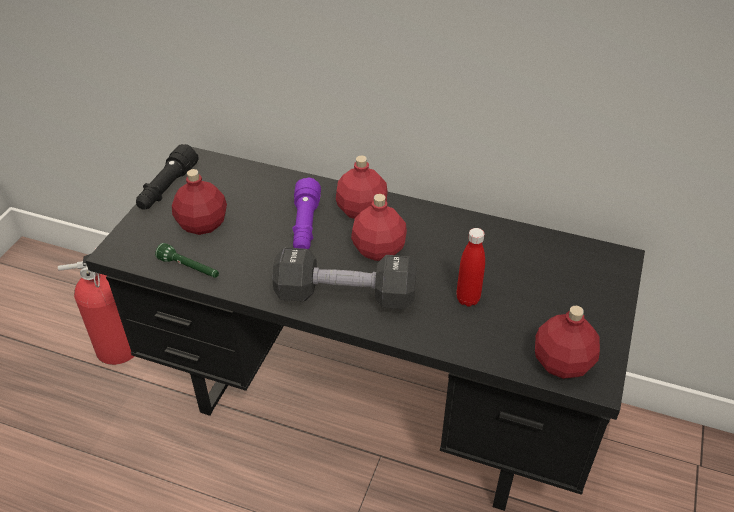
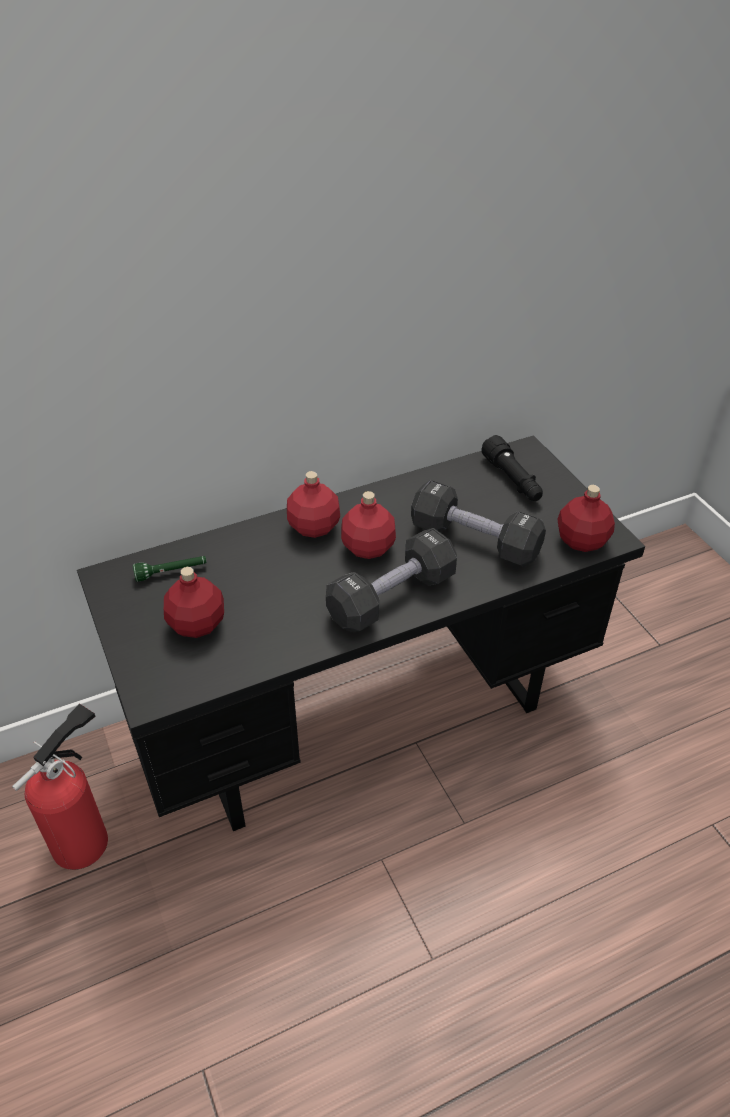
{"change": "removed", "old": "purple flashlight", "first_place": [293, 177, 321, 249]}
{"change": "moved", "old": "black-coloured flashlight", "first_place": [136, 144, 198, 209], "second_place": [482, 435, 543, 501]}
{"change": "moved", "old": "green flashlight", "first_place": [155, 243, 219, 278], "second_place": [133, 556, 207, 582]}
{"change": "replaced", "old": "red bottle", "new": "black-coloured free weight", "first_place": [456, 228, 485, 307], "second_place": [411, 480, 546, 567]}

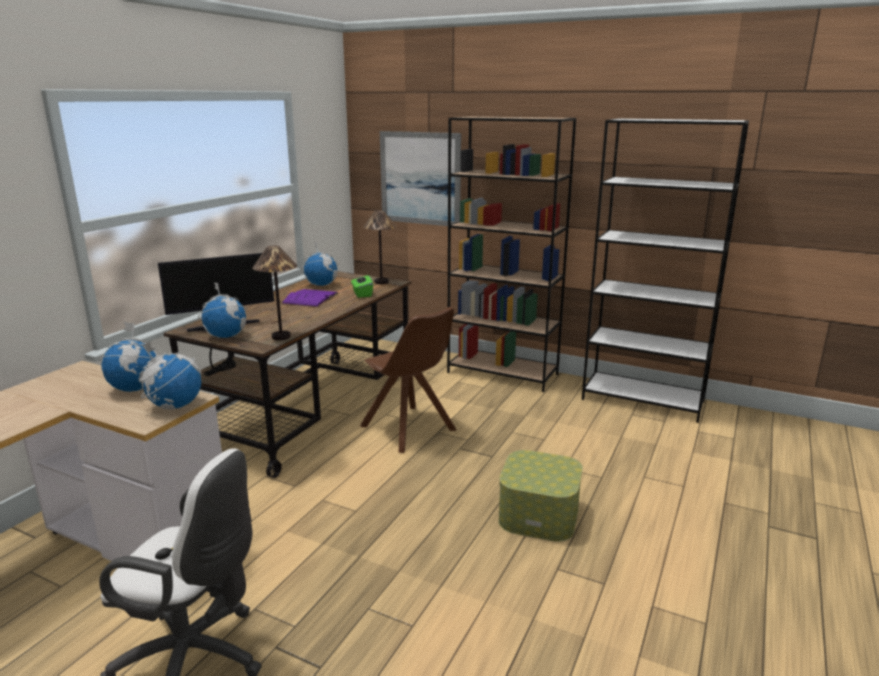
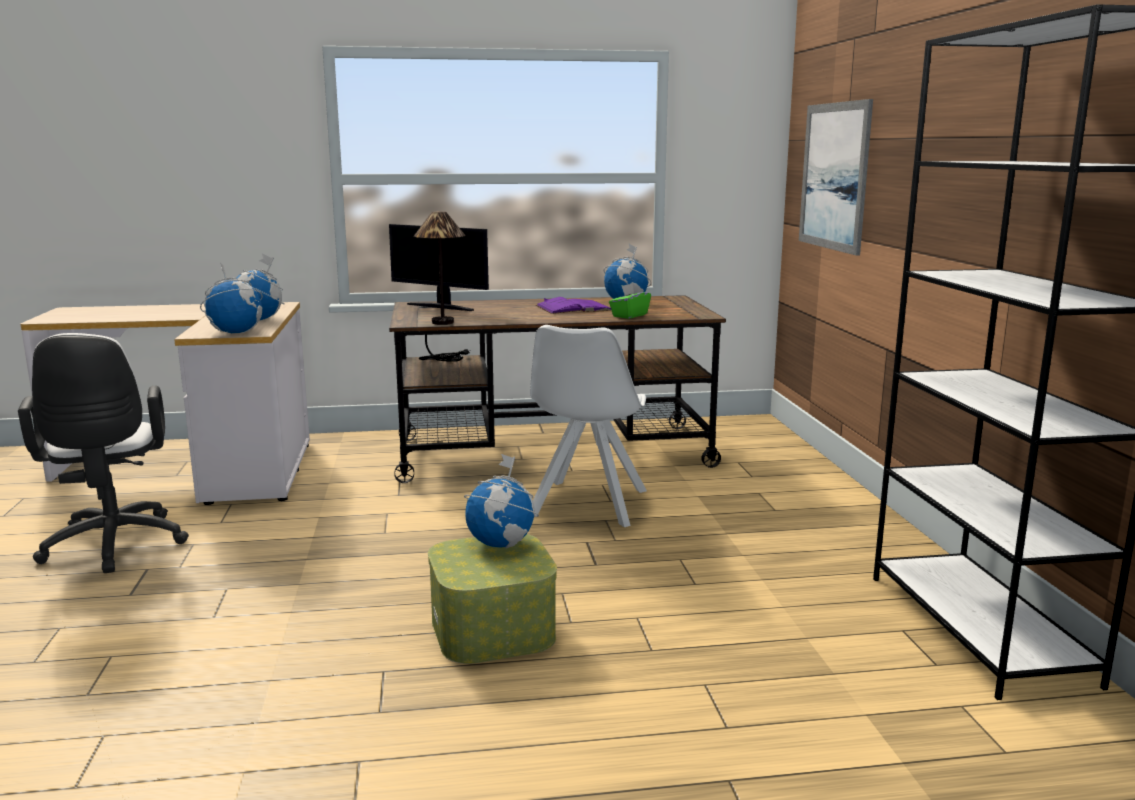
{"change": "removed", "old": "lamp for a table", "first_place": [363, 211, 396, 284]}
{"change": "removed", "old": "sand-coloured shelving unit", "first_place": [447, 116, 576, 392]}
{"change": "moved", "old": "globe", "first_place": [198, 282, 247, 338], "second_place": [464, 454, 539, 548]}
{"change": "recoloured", "old": "brown-coloured chair", "new": "white chair", "first_place": [360, 307, 456, 453], "second_place": [530, 325, 647, 527]}

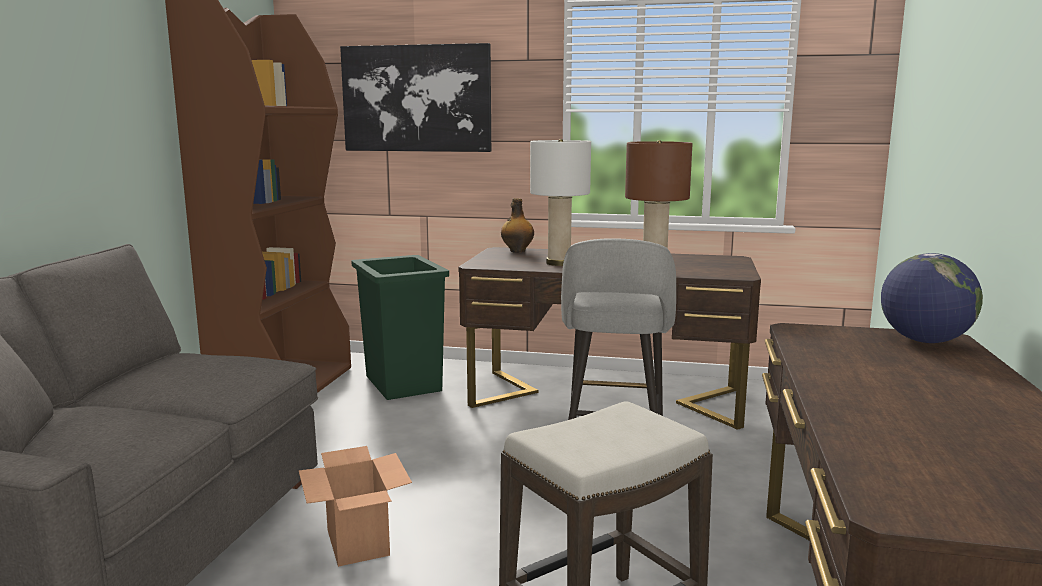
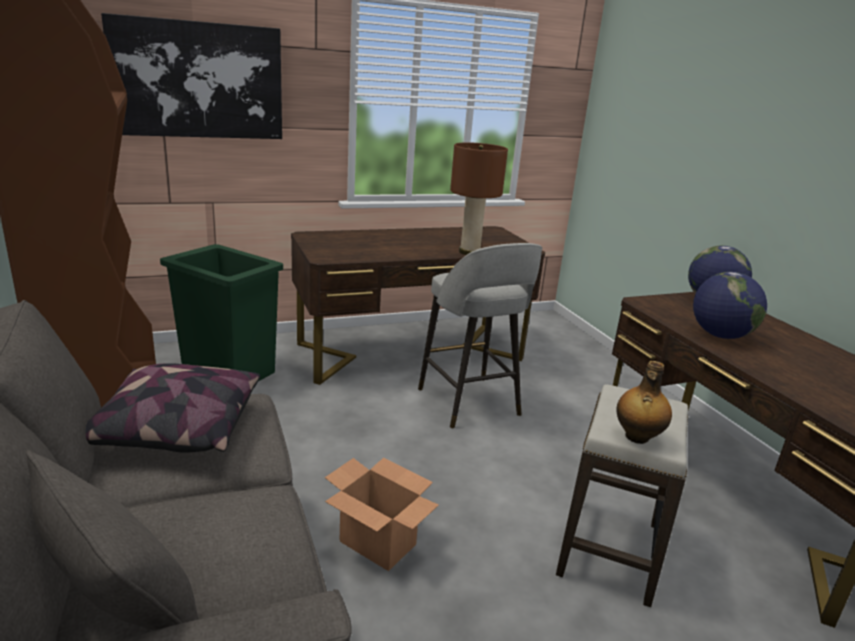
{"change": "removed", "old": "white lamp for a table", "first_place": [530, 139, 591, 266]}
{"change": "added", "new": "cushion", "second_place": [85, 363, 260, 453]}
{"change": "added", "new": "globe", "second_place": [693, 272, 767, 339]}
{"change": "moved", "old": "bottle", "first_place": [501, 198, 534, 253], "second_place": [616, 361, 672, 444]}

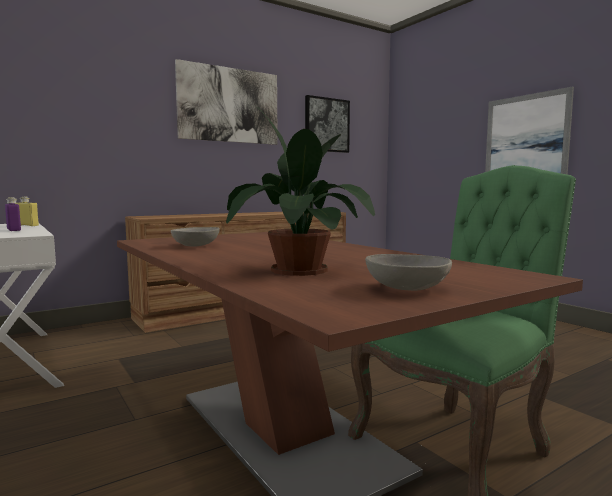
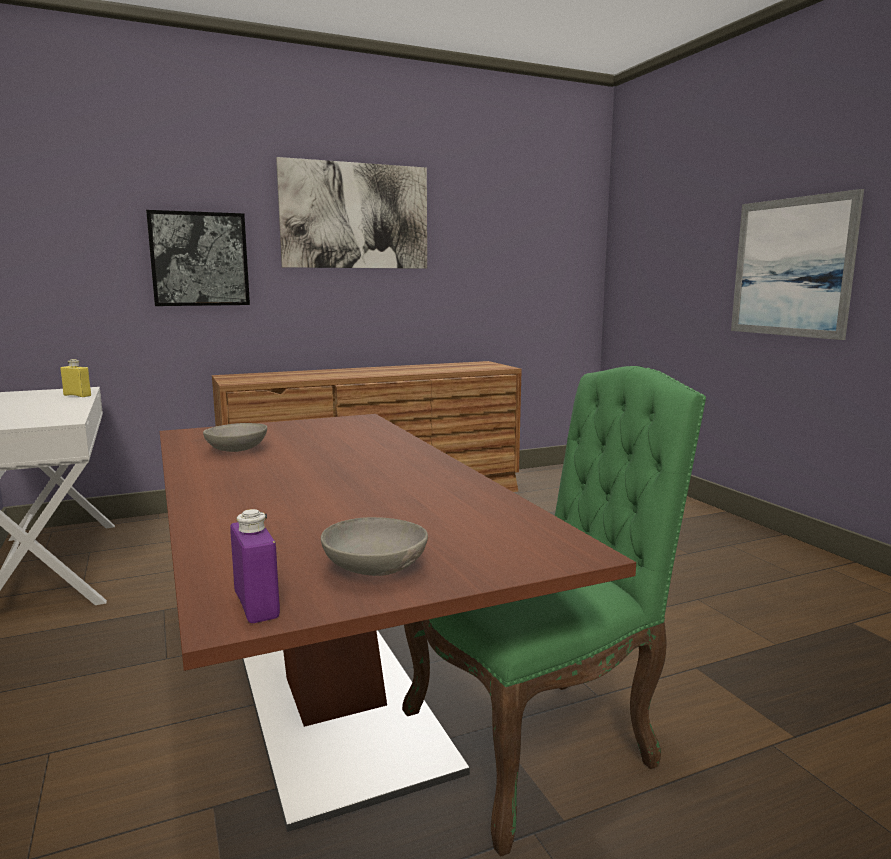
{"change": "removed", "old": "houseplant", "first_place": [226, 106, 375, 276]}
{"change": "moved", "old": "purple bottle", "first_place": [5, 197, 21, 231], "second_place": [230, 509, 280, 623]}
{"change": "moved", "old": "wall picture", "first_place": [305, 95, 350, 153], "second_place": [146, 210, 250, 306]}

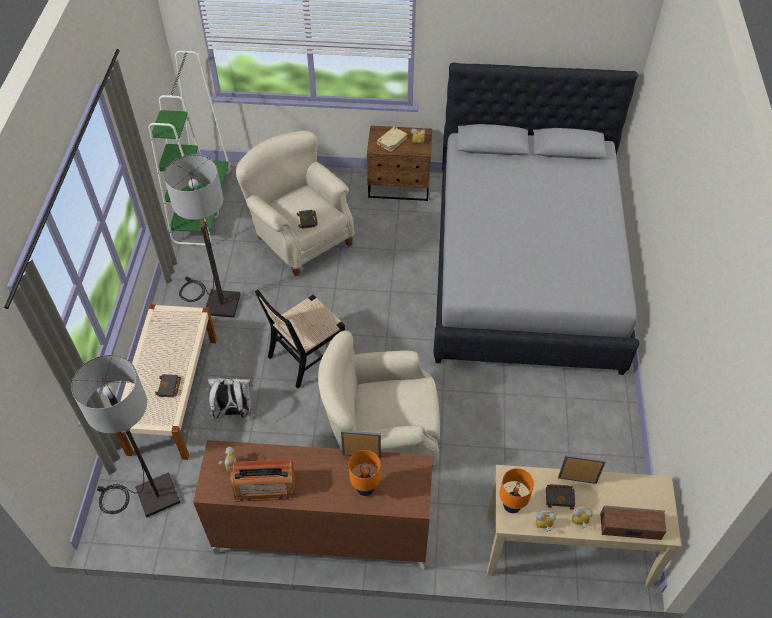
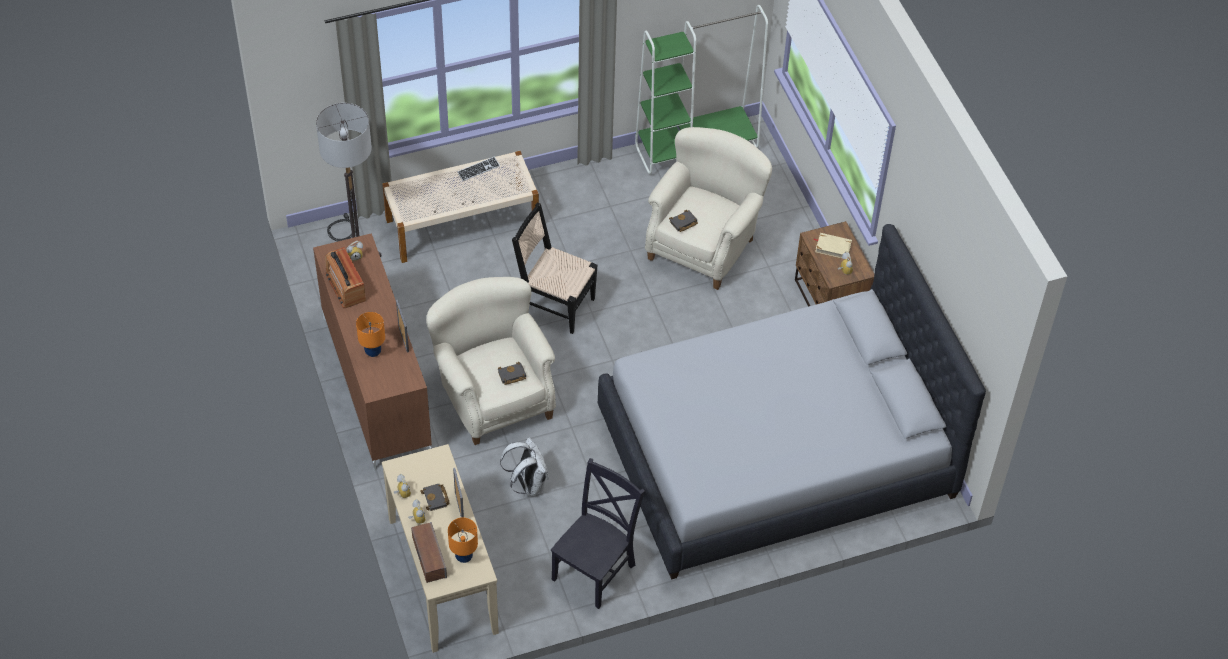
{"change": "removed", "old": "standard lamp", "first_place": [164, 155, 240, 318]}
{"change": "added", "new": "computer keyboard", "second_place": [457, 157, 500, 181]}
{"change": "added", "new": "black-coloured chair", "second_place": [551, 458, 645, 609]}
{"change": "moved", "old": "black-coloured bound book", "first_place": [155, 374, 181, 397], "second_place": [498, 362, 526, 385]}
{"change": "moved", "old": "white knapsack", "first_place": [208, 378, 253, 419], "second_place": [500, 437, 548, 496]}
{"change": "moved", "old": "orange lamp for a table", "first_place": [500, 468, 534, 513], "second_place": [448, 518, 478, 563]}

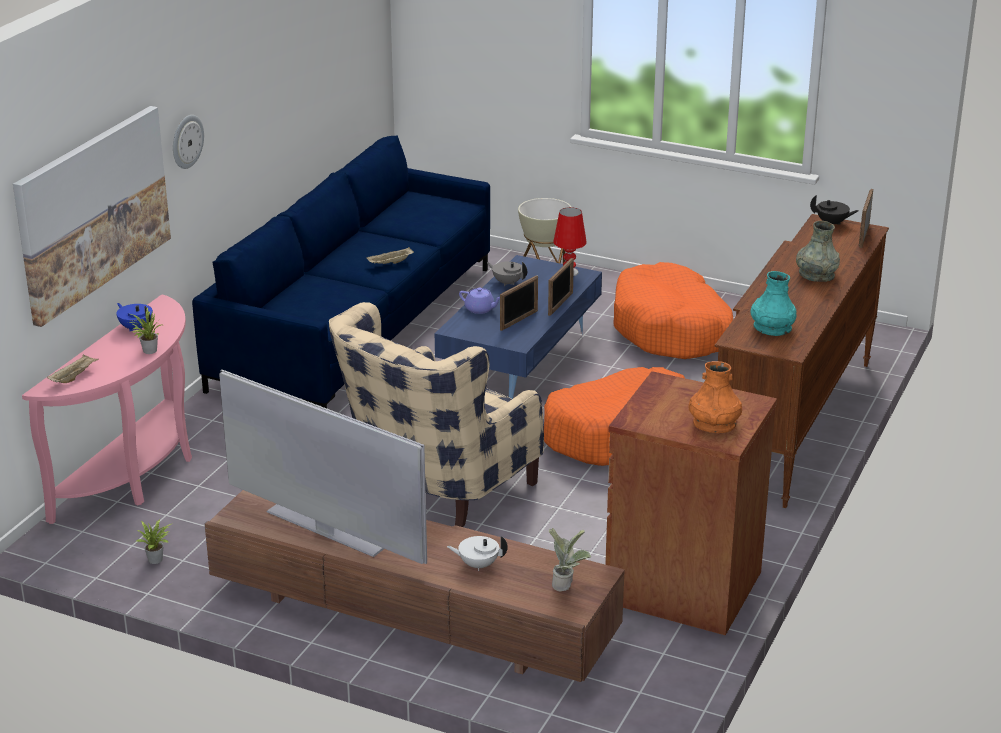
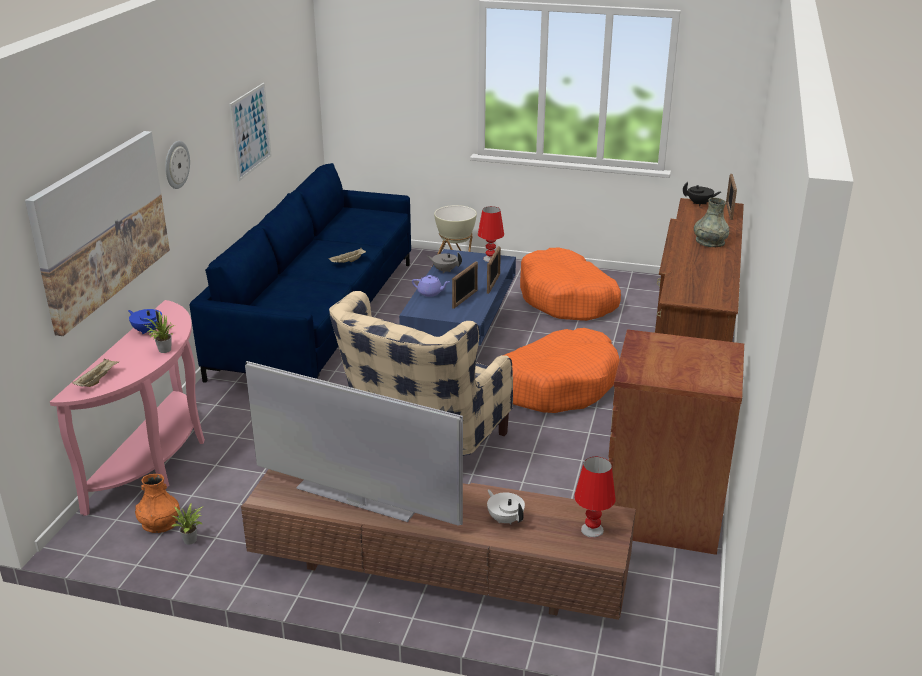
{"change": "removed", "old": "blue-green flower vase", "first_place": [751, 271, 797, 336]}
{"change": "added", "new": "wall picture", "second_place": [229, 83, 272, 181]}
{"change": "moved", "old": "orange flower vase", "first_place": [688, 361, 742, 433], "second_place": [135, 474, 180, 533]}
{"change": "replaced", "old": "houseplant", "new": "red lamp for a table", "first_place": [548, 528, 591, 592], "second_place": [574, 457, 616, 538]}
{"change": "turned", "old": "white pot for tea", "first_place": [447, 536, 508, 571], "second_place": [487, 489, 525, 524], "degrees": 60}

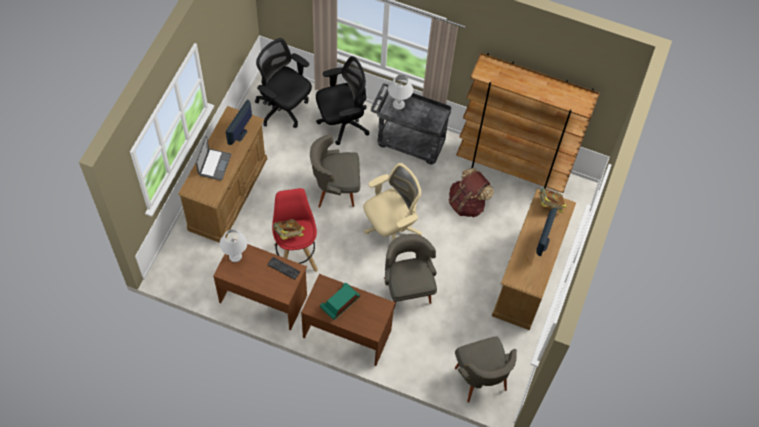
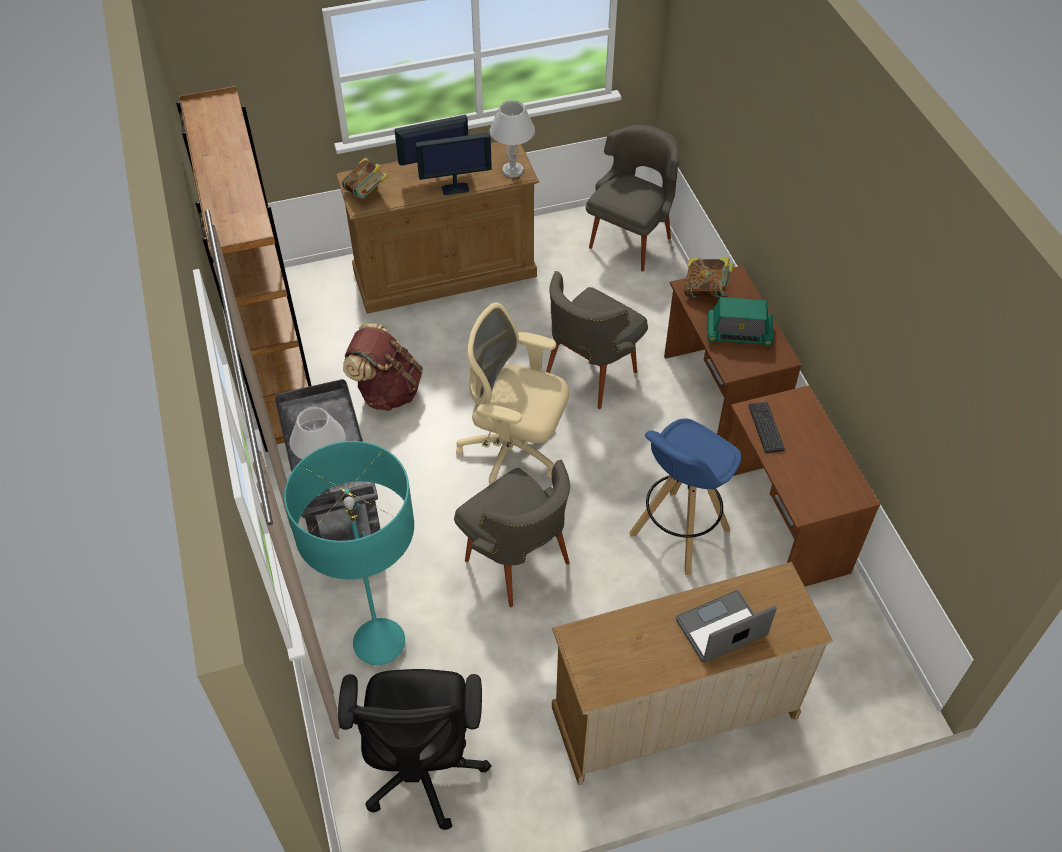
{"change": "moved", "old": "white lamp for a table", "first_place": [220, 229, 247, 262], "second_place": [489, 100, 535, 178]}
{"change": "moved", "old": "monitor", "first_place": [226, 100, 252, 145], "second_place": [416, 133, 492, 195]}
{"change": "moved", "old": "bound book", "first_place": [273, 219, 305, 240], "second_place": [684, 258, 734, 297]}
{"change": "replaced", "old": "black-coloured computer chair", "new": "blue-green standard lamp", "first_place": [316, 56, 369, 145], "second_place": [284, 441, 414, 665]}
{"change": "recoloured", "old": "red sitting stool", "new": "blue-coloured sitting stool", "first_place": [272, 188, 318, 272], "second_place": [630, 419, 741, 575]}

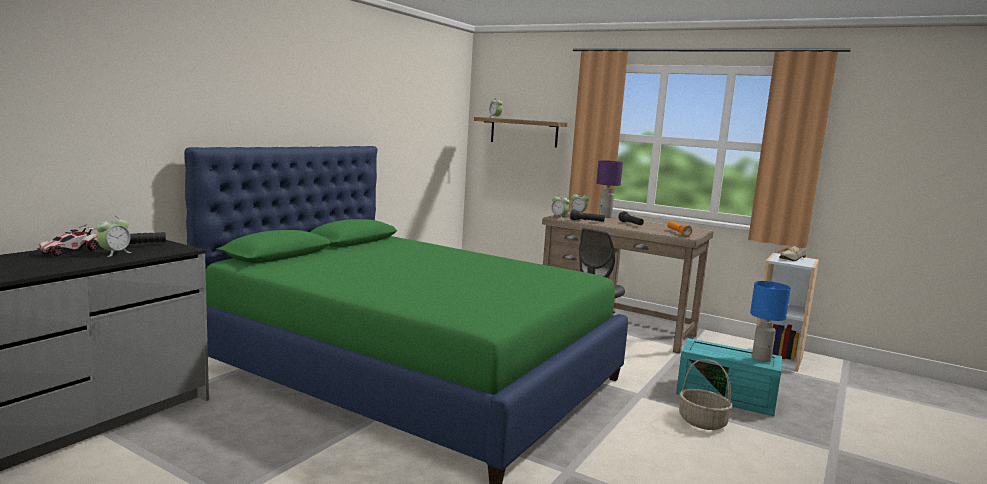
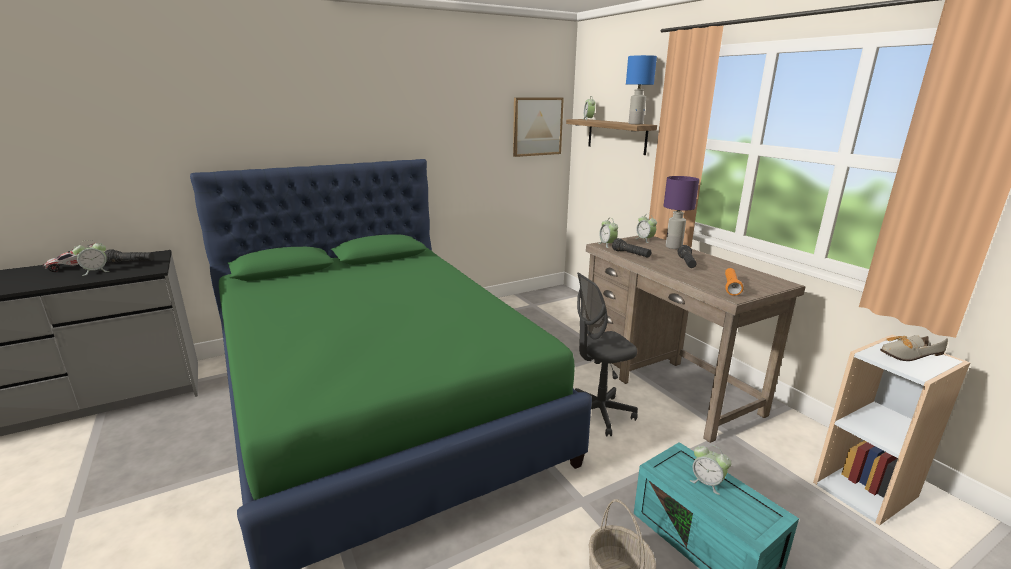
{"change": "added", "new": "wall picture", "second_place": [513, 98, 564, 157]}
{"change": "added", "new": "alarm clock", "second_place": [690, 444, 731, 495]}
{"change": "moved", "old": "blue-coloured lamp for a table", "first_place": [750, 281, 791, 362], "second_place": [626, 55, 657, 124]}

